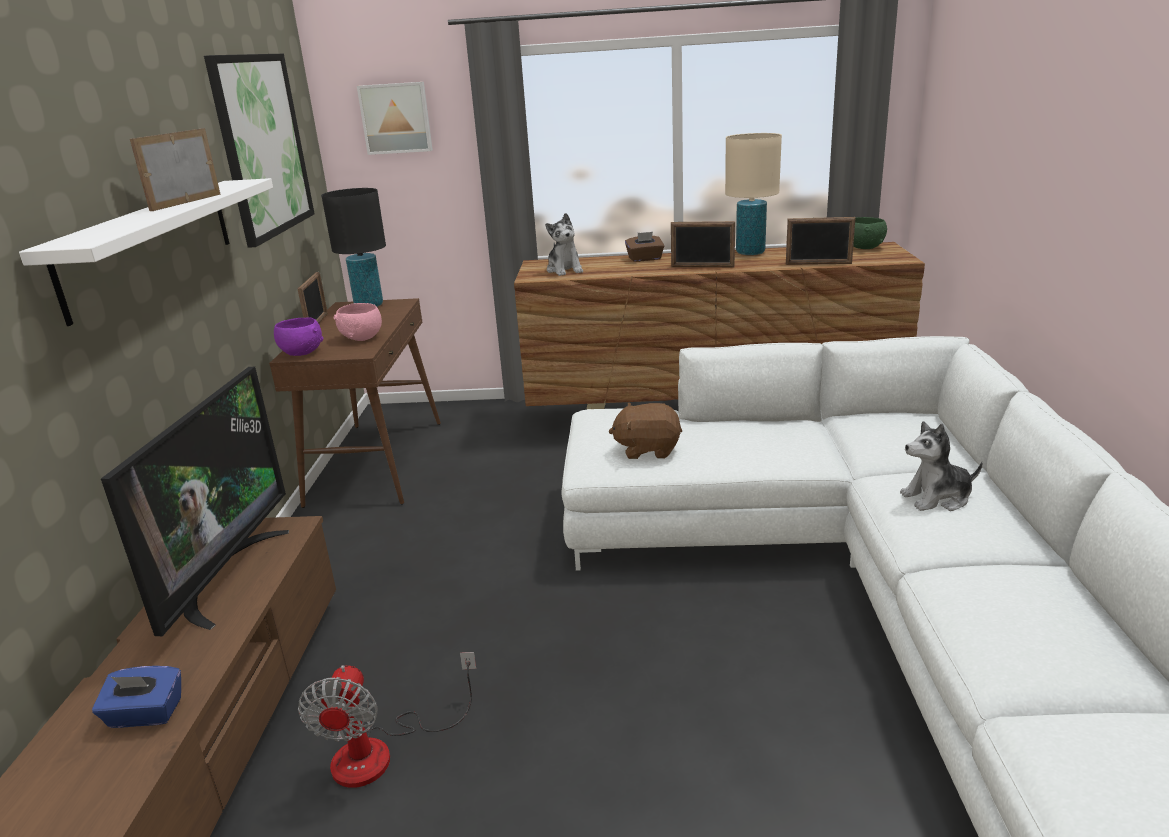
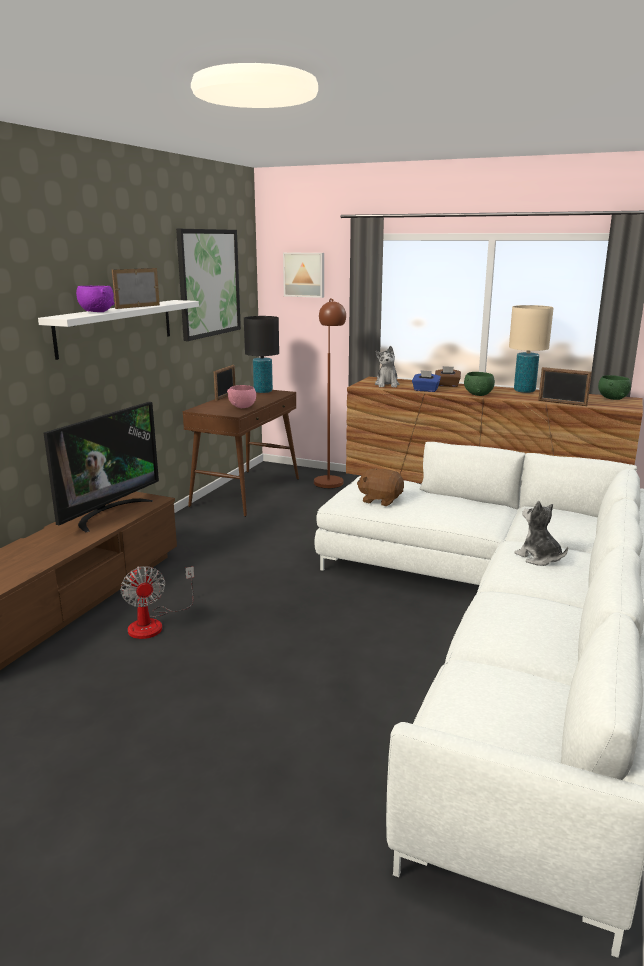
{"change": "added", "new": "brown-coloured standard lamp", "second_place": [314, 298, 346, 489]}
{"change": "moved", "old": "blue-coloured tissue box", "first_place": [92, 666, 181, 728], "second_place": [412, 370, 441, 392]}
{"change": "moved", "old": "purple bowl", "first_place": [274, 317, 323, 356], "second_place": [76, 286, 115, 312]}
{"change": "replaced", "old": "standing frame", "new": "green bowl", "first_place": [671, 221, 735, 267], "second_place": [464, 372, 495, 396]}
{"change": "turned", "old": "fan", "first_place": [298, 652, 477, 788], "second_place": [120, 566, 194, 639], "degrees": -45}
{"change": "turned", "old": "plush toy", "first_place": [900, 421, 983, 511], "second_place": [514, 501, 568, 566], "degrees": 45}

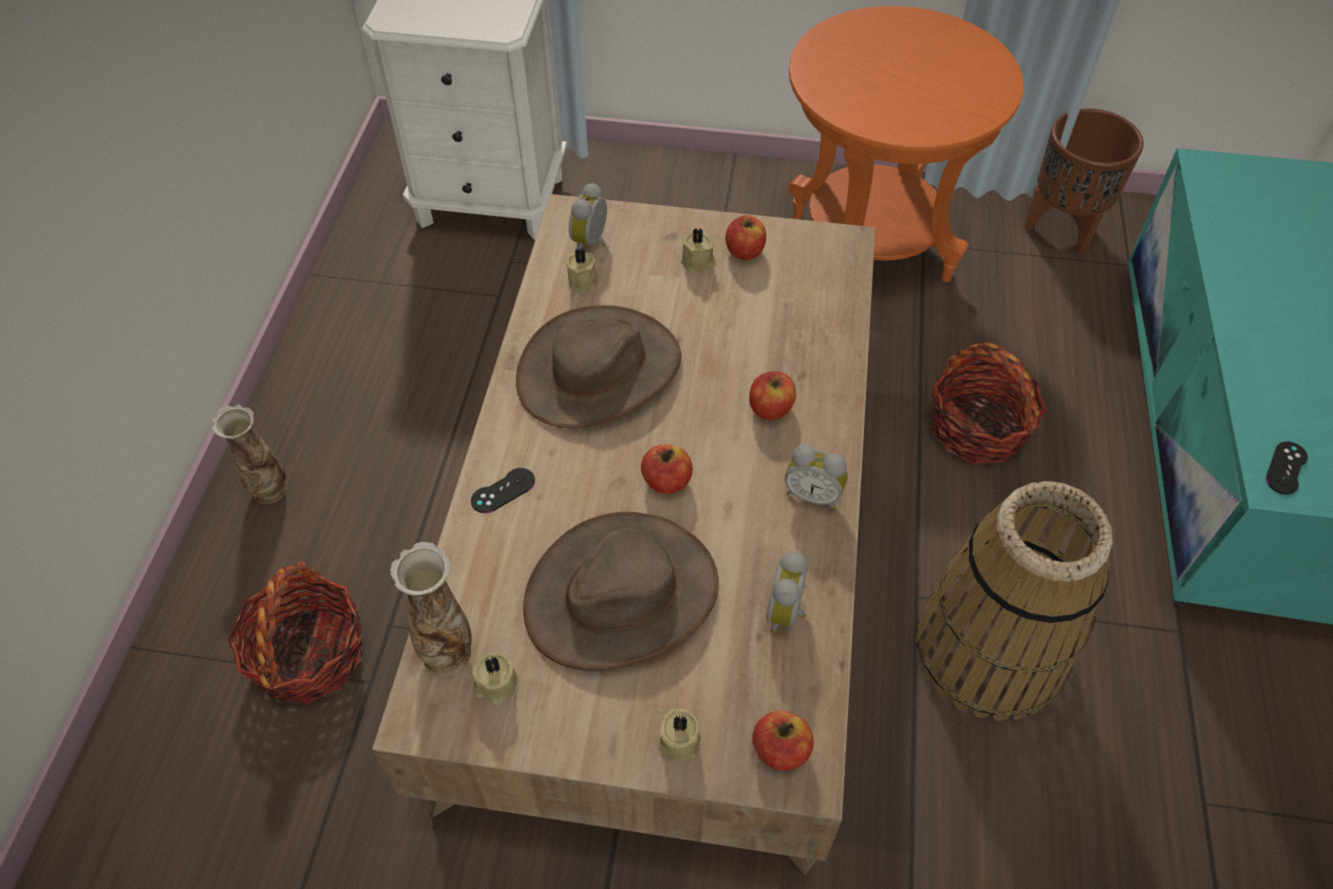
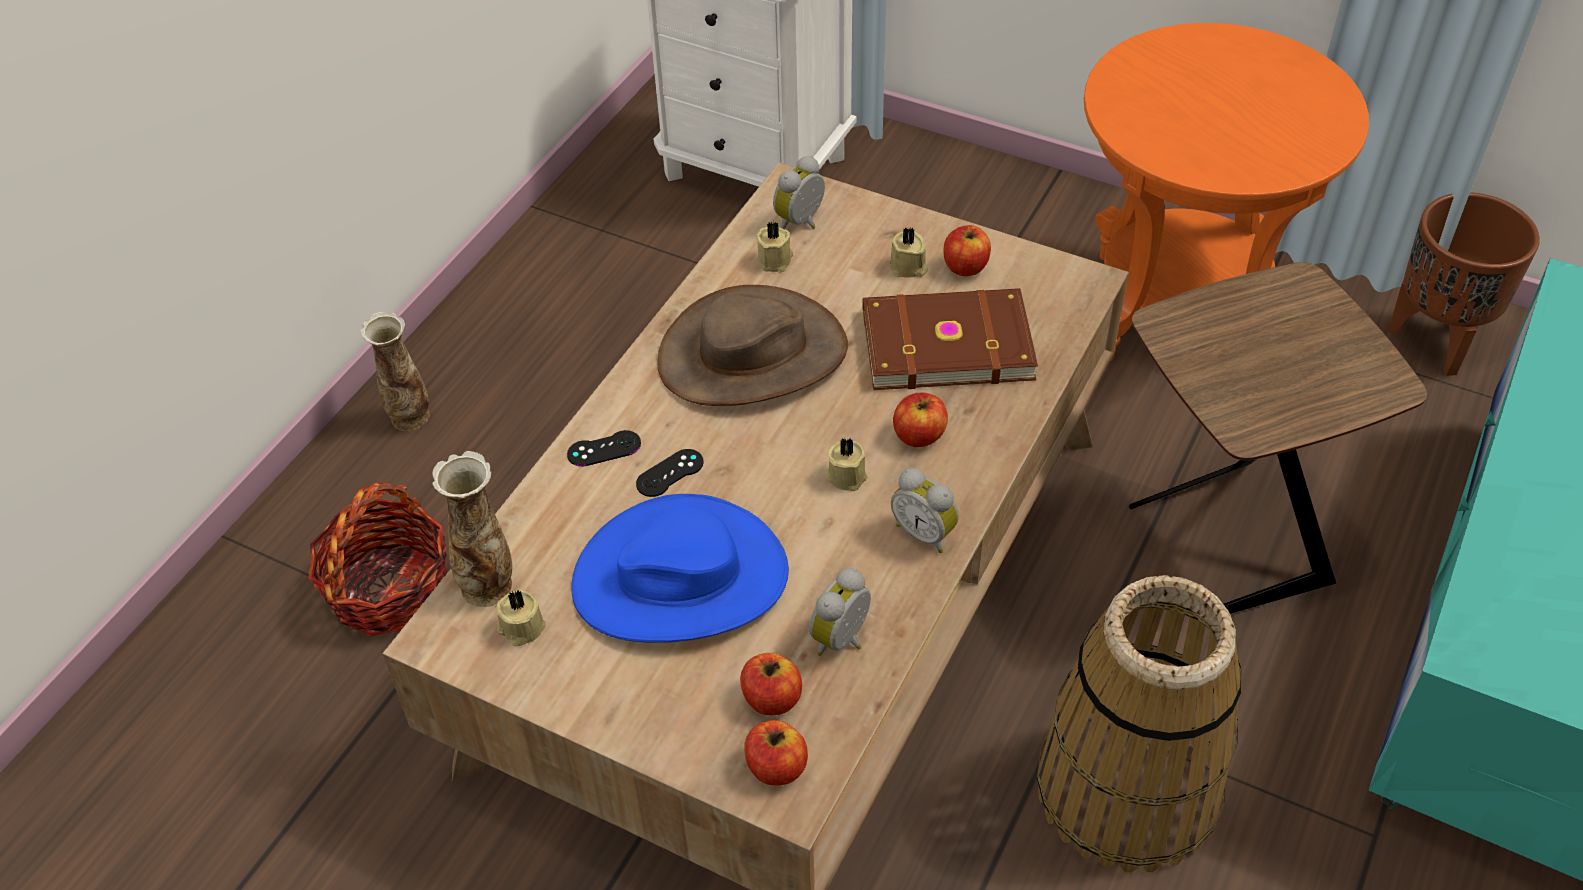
{"change": "added", "new": "brown-coloured bound book", "second_place": [862, 288, 1038, 390]}
{"change": "moved", "old": "apple", "first_place": [641, 444, 693, 494], "second_place": [740, 653, 802, 715]}
{"change": "moved", "old": "sand-coloured candle", "first_place": [658, 708, 701, 760], "second_place": [825, 437, 867, 491]}
{"change": "moved", "old": "black-coloured game controller", "first_place": [1266, 441, 1308, 495], "second_place": [636, 449, 704, 497]}
{"change": "replaced", "old": "storage basket", "new": "brown-coloured end table", "first_place": [932, 342, 1047, 464], "second_place": [1129, 262, 1427, 614]}
{"change": "recoloured", "old": "brown-coloured clothing hat", "new": "blue-coloured clothing hat", "first_place": [523, 512, 719, 671], "second_place": [571, 494, 789, 643]}

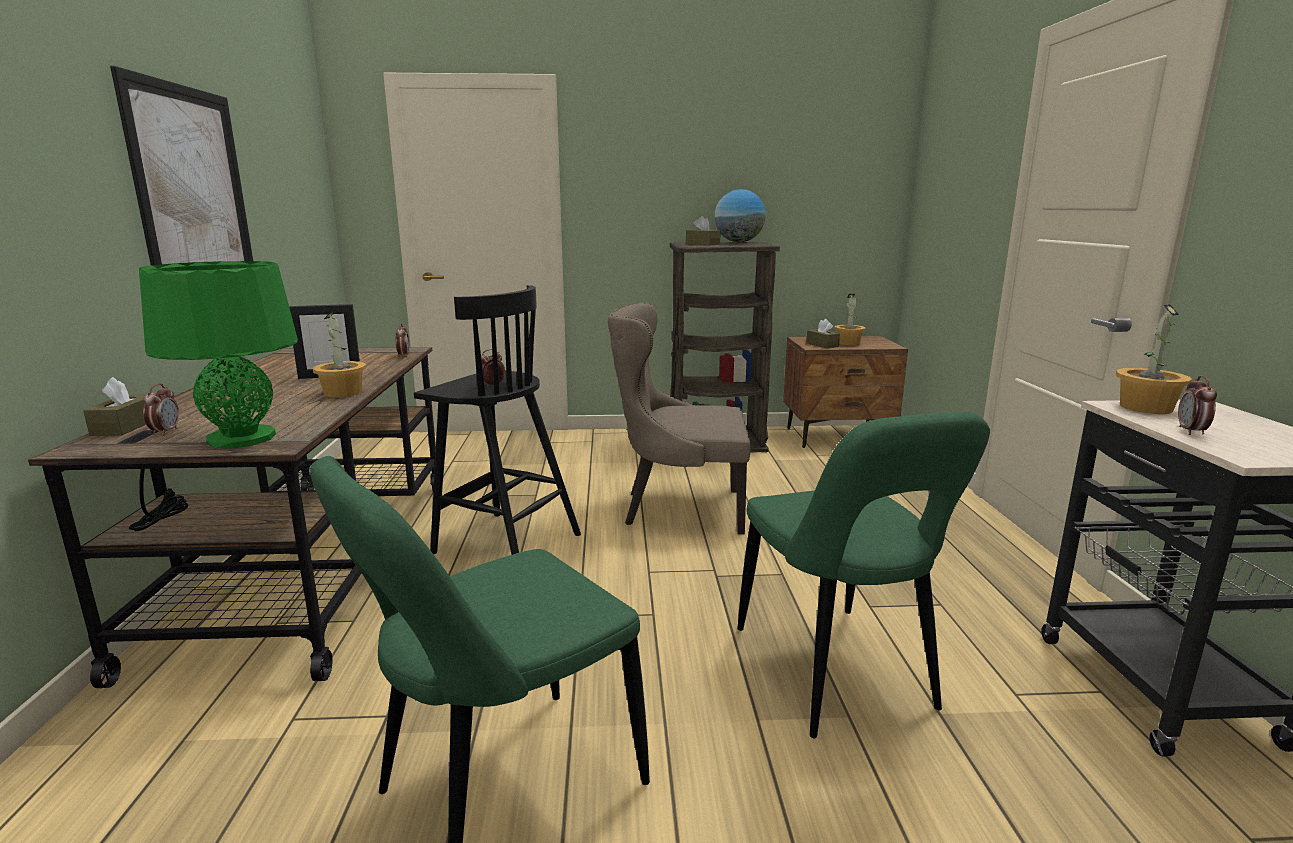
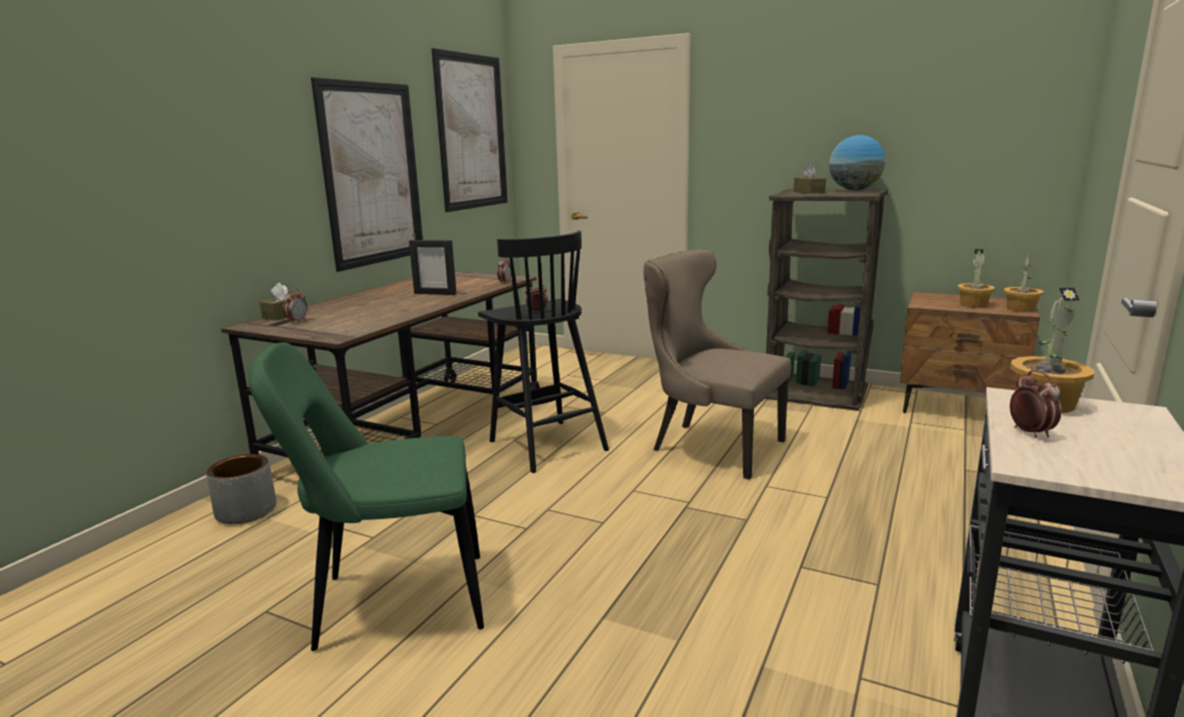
{"change": "removed", "old": "green lamp for a table", "first_place": [139, 261, 298, 448]}
{"change": "removed", "old": "green chair", "first_place": [737, 411, 990, 738]}
{"change": "removed", "old": "brown-coloured tissue box", "first_place": [806, 319, 840, 348]}
{"change": "added", "new": "gray flower pot", "second_place": [206, 454, 277, 524]}
{"change": "added", "new": "wall picture", "second_place": [431, 48, 508, 212]}
{"change": "moved", "old": "houseplant", "first_place": [313, 311, 366, 397], "second_place": [1004, 255, 1044, 312]}
{"change": "turned", "old": "alarm clock", "first_place": [1178, 375, 1217, 435], "second_place": [1010, 370, 1061, 438], "degrees": 120}

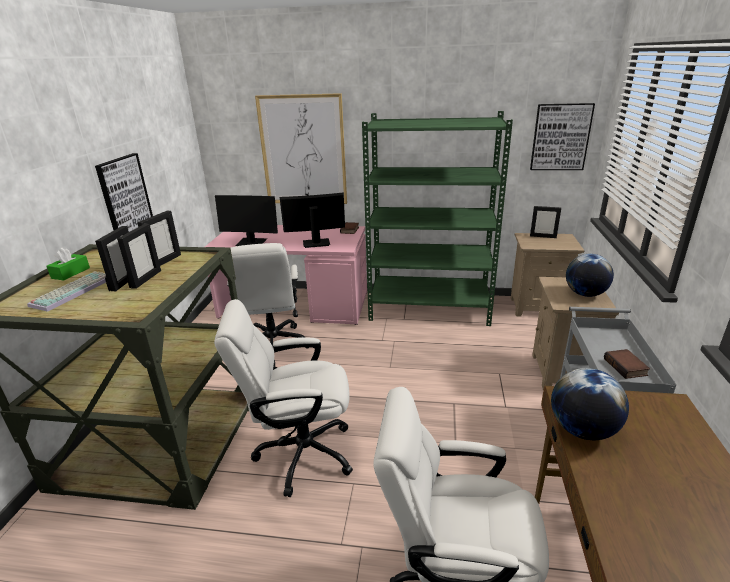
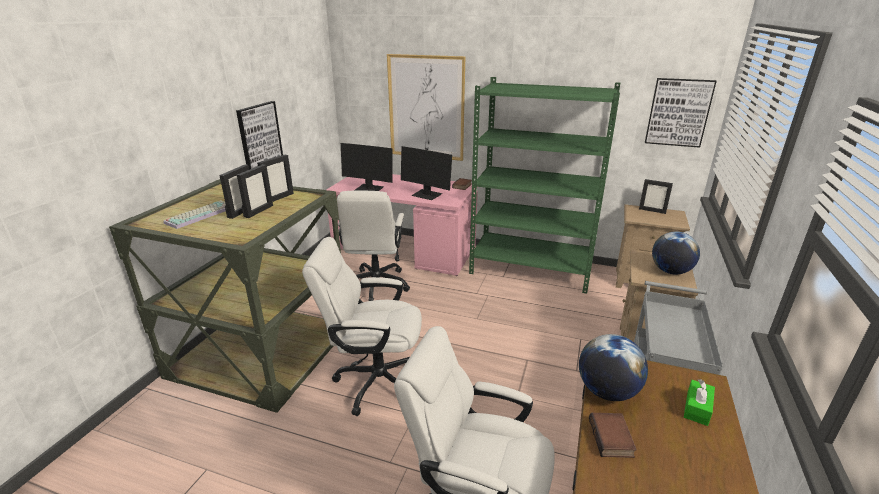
{"change": "moved", "old": "green tissue box", "first_place": [46, 248, 90, 281], "second_place": [684, 379, 715, 426]}
{"change": "moved", "old": "bound book", "first_place": [604, 349, 650, 379], "second_place": [589, 413, 637, 458]}
{"change": "turned", "old": "monitor", "first_place": [280, 192, 345, 248], "second_place": [401, 146, 452, 200], "degrees": -150}

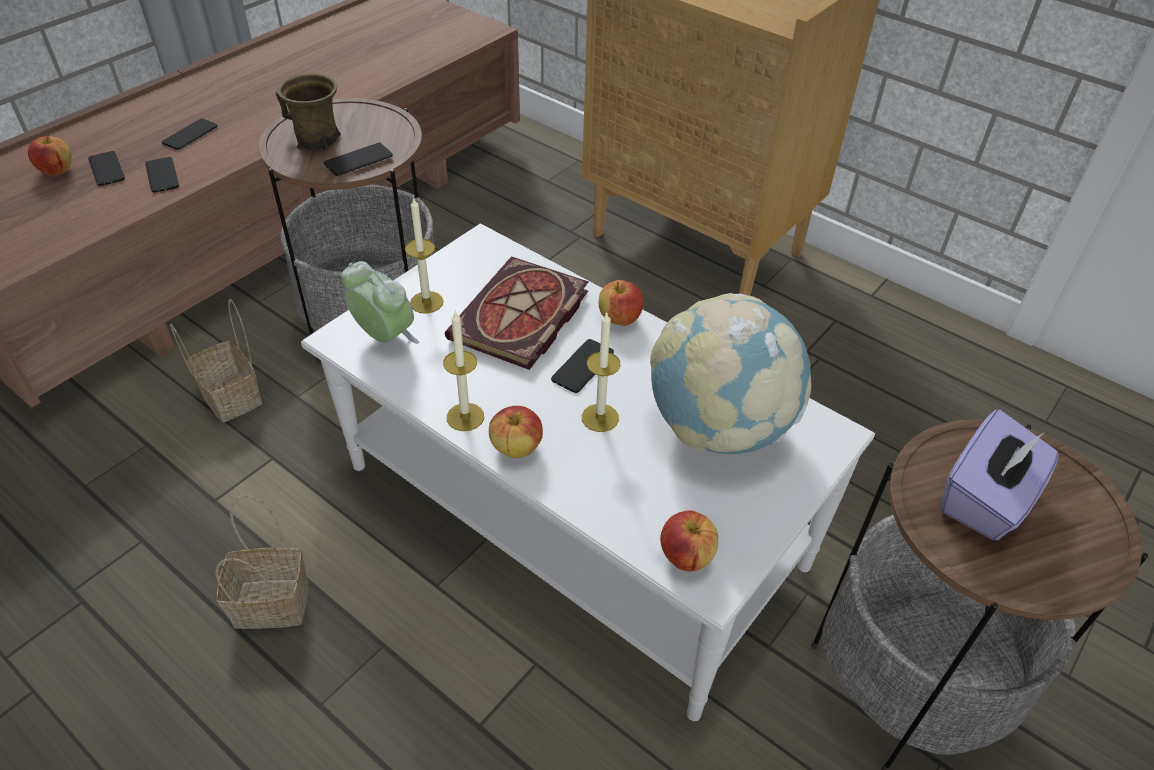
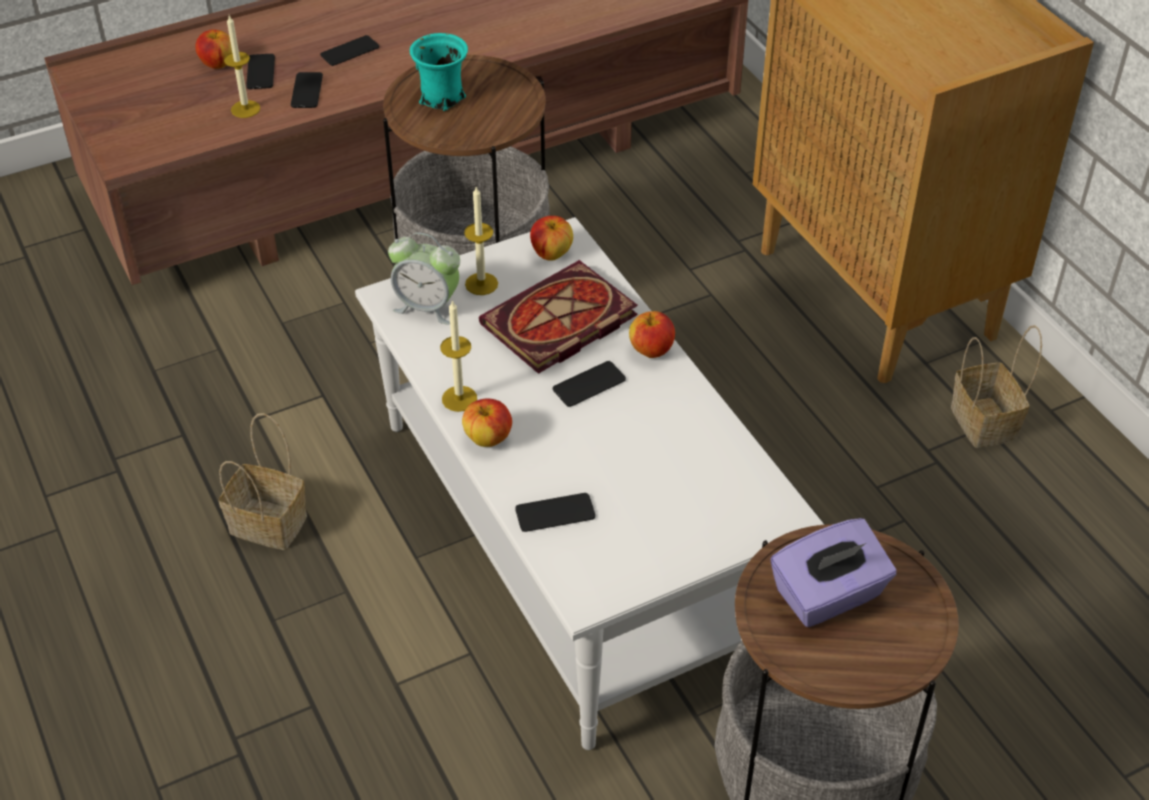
{"change": "removed", "old": "globe", "first_place": [650, 293, 811, 454]}
{"change": "moved", "old": "storage basket", "first_place": [170, 299, 262, 422], "second_place": [951, 325, 1042, 448]}
{"change": "moved", "old": "phone", "first_place": [324, 142, 393, 176], "second_place": [515, 493, 595, 532]}
{"change": "moved", "old": "candle", "first_place": [582, 311, 620, 432], "second_place": [224, 16, 260, 118]}
{"change": "moved", "old": "apple", "first_place": [660, 510, 718, 572], "second_place": [530, 216, 573, 261]}
{"change": "recoloured", "old": "brown-coloured mug", "new": "blue-green mug", "first_place": [276, 73, 341, 150], "second_place": [410, 33, 468, 111]}
{"change": "turned", "old": "alarm clock", "first_place": [341, 261, 419, 344], "second_place": [388, 232, 460, 324], "degrees": 135}

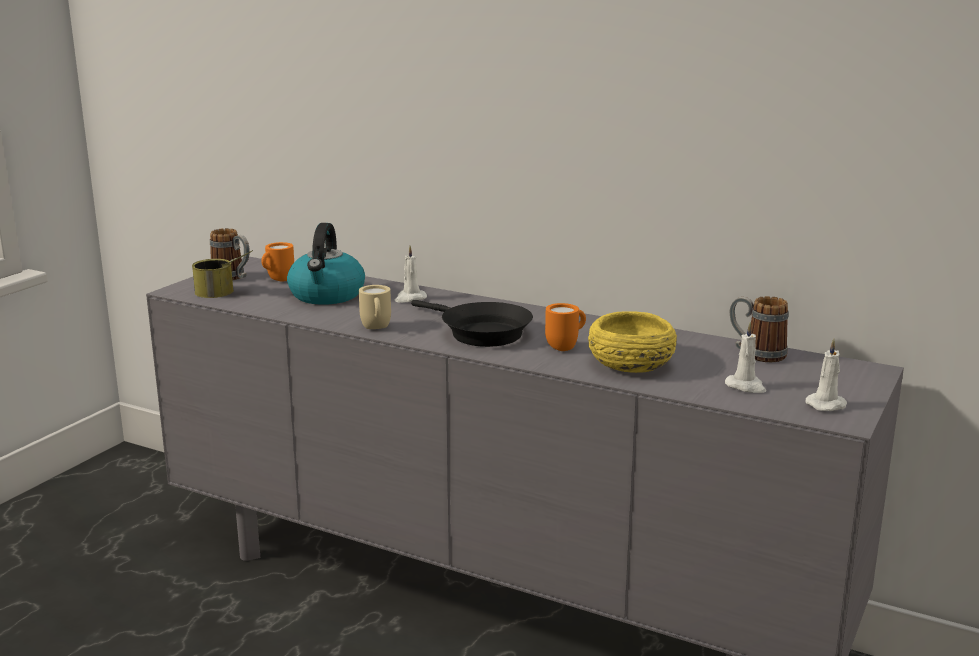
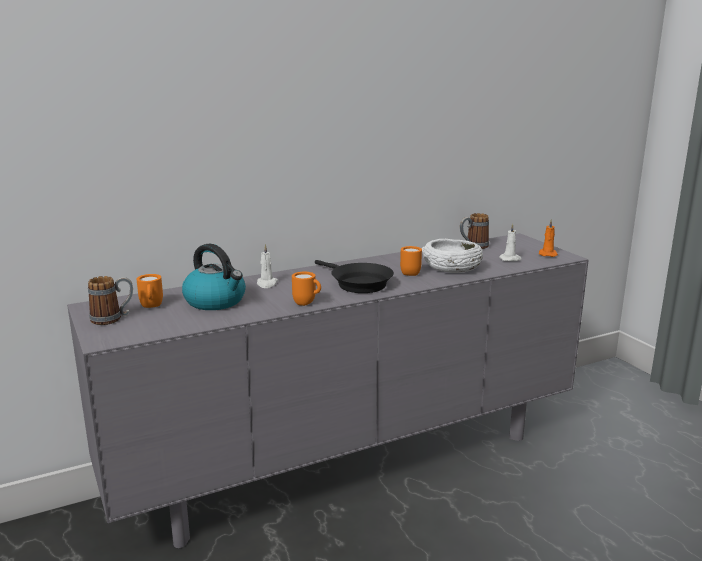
{"change": "removed", "old": "sealed can", "first_place": [192, 250, 253, 298]}
{"change": "recoloured", "old": "sand-coloured mug", "new": "orange mug", "first_place": [359, 285, 391, 329], "second_place": [292, 272, 321, 306]}
{"change": "recoloured", "old": "yellow bowl", "new": "white bowl", "first_place": [588, 311, 677, 373], "second_place": [422, 239, 483, 273]}
{"change": "recoloured", "old": "white candle", "new": "orange candle", "first_place": [805, 339, 847, 411], "second_place": [538, 219, 558, 257]}
{"change": "turned", "old": "black-coloured pan", "first_place": [411, 300, 533, 347], "second_place": [315, 260, 394, 293], "degrees": 60}

